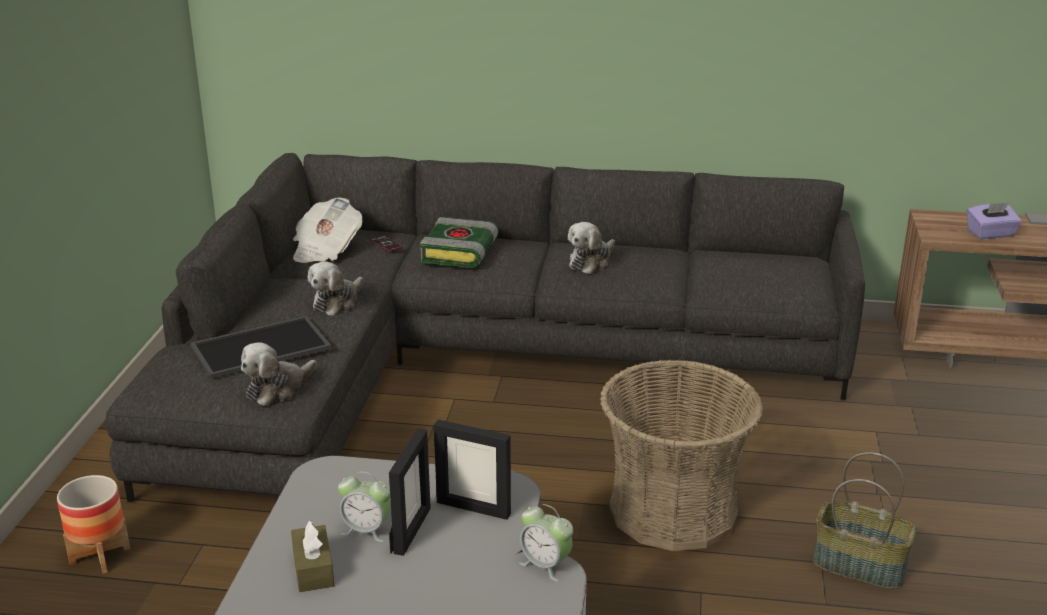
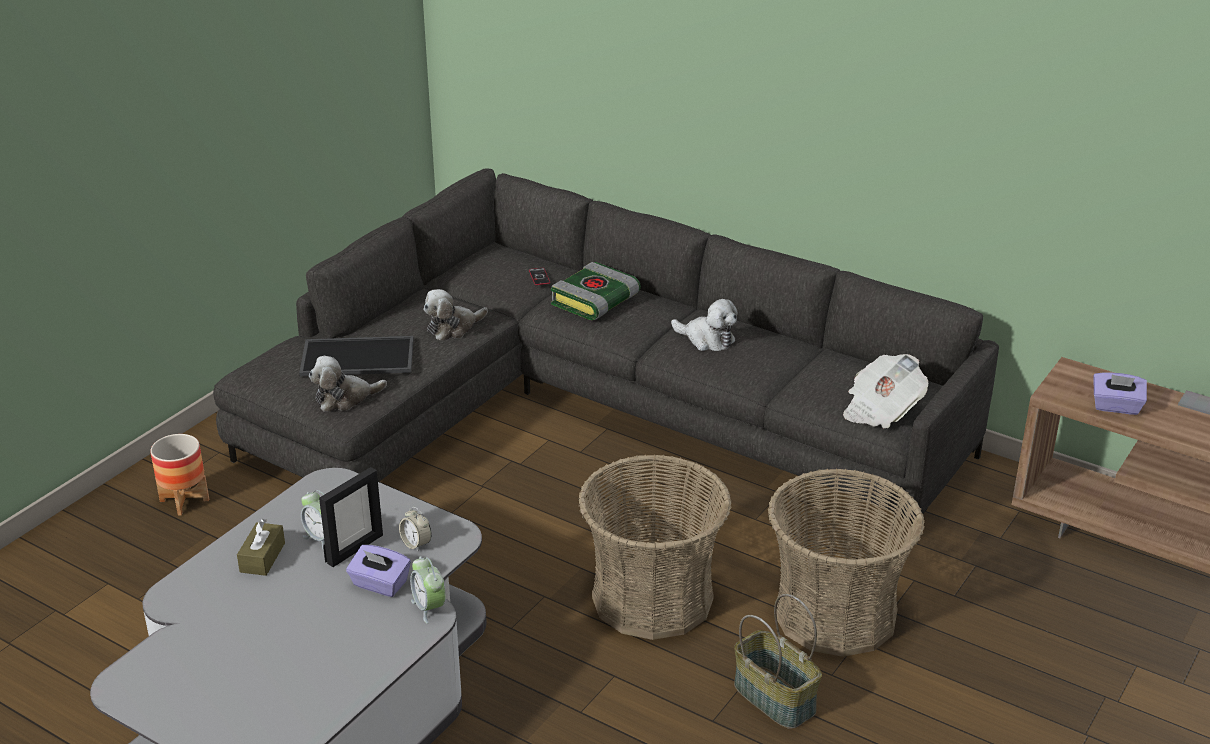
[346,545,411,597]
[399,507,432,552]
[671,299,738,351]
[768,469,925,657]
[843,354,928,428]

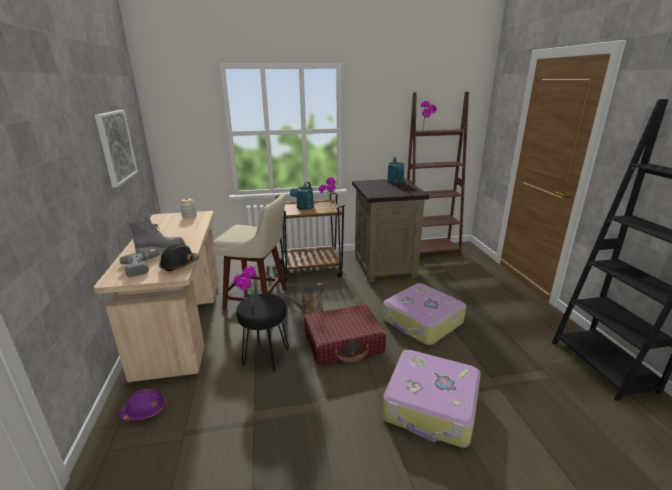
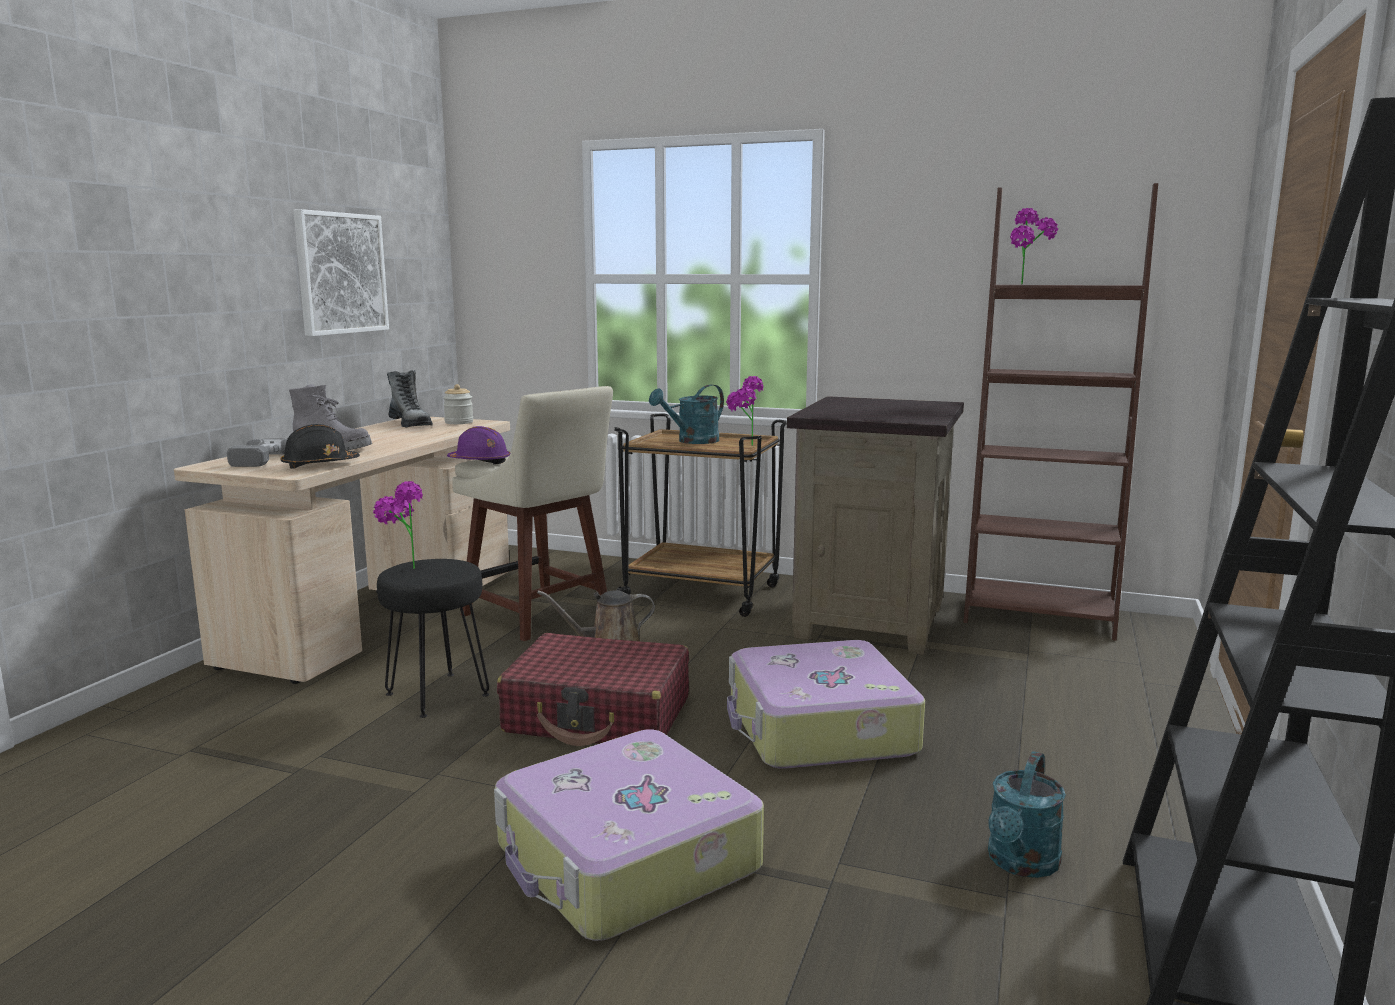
[387,370,433,428]
[447,426,510,465]
[988,751,1066,878]

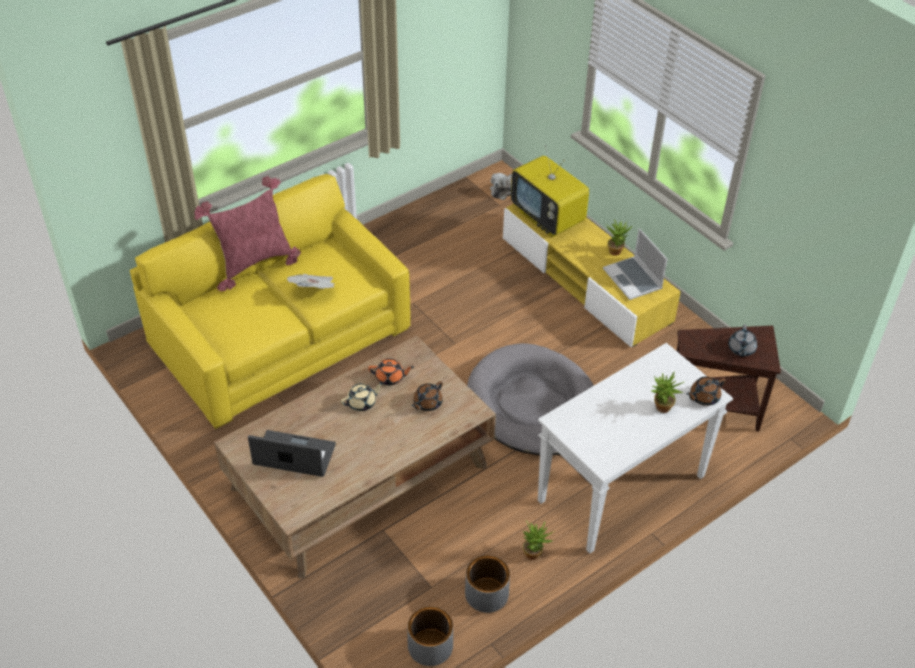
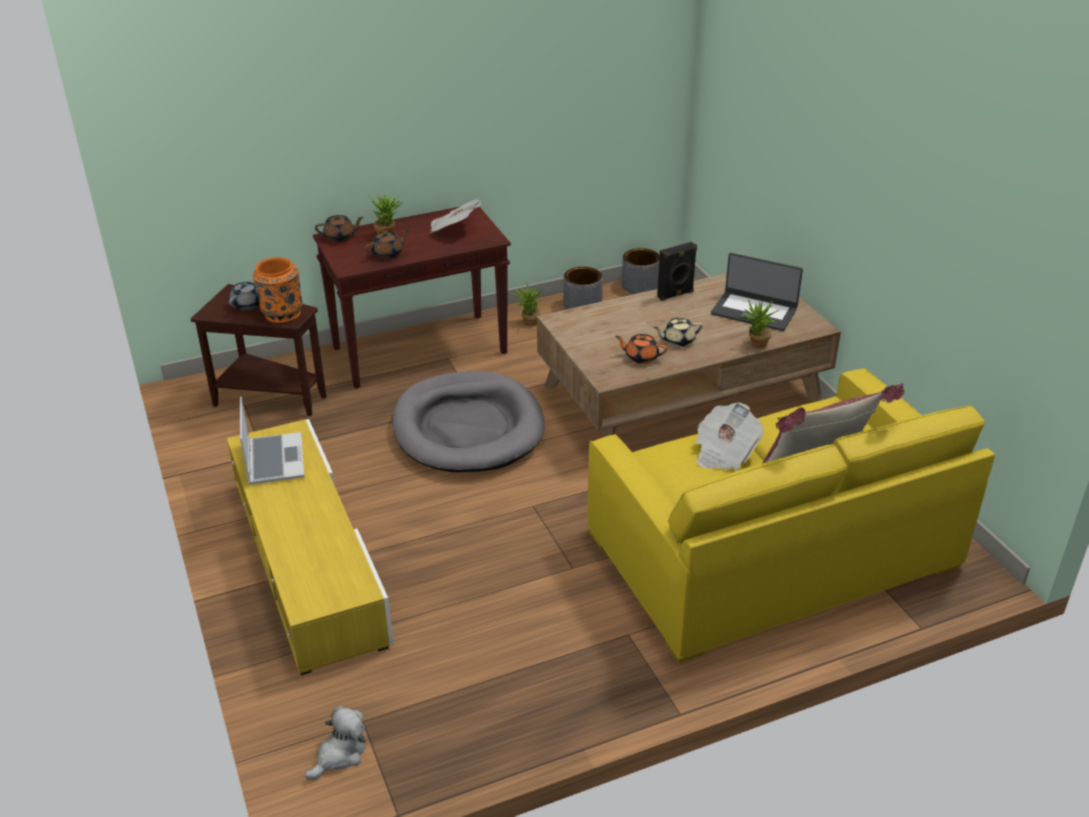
[253,257,303,323]
[313,207,511,389]
[365,229,409,259]
[430,198,481,233]
[657,242,697,301]
[742,300,780,348]
[511,145,589,237] (first image)

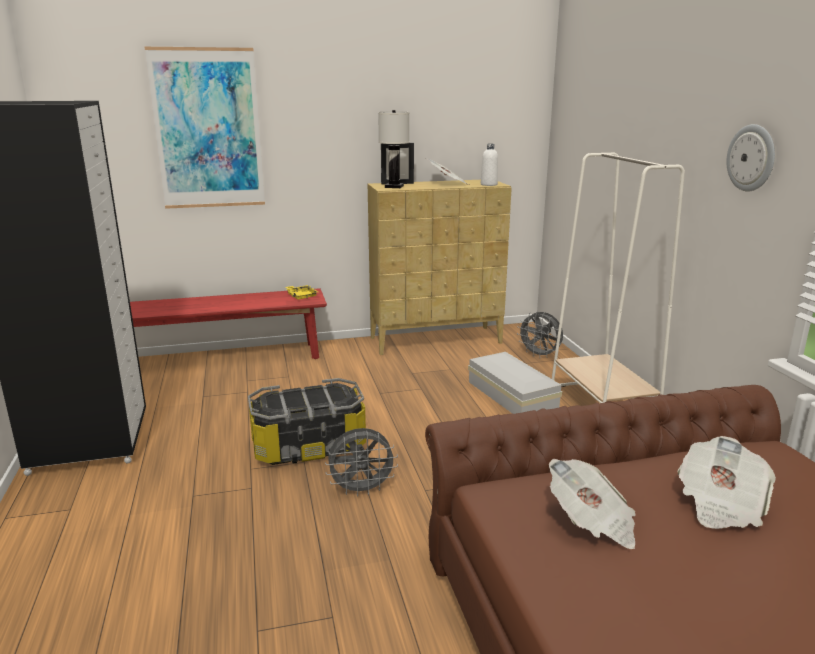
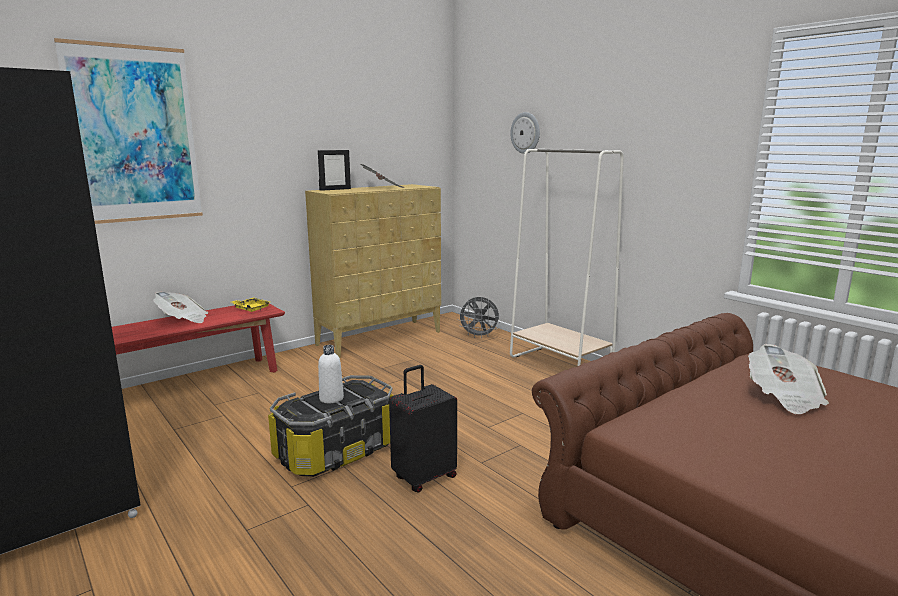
[153,291,208,323]
[318,345,344,403]
[389,365,457,492]
[510,112,540,154]
[378,110,410,188] (first image)
[468,352,562,414] (first image)

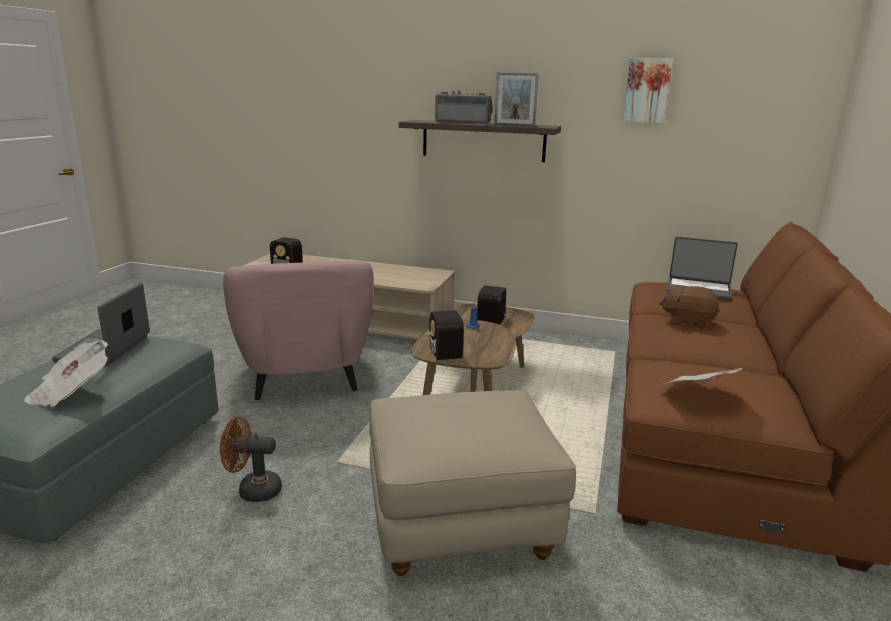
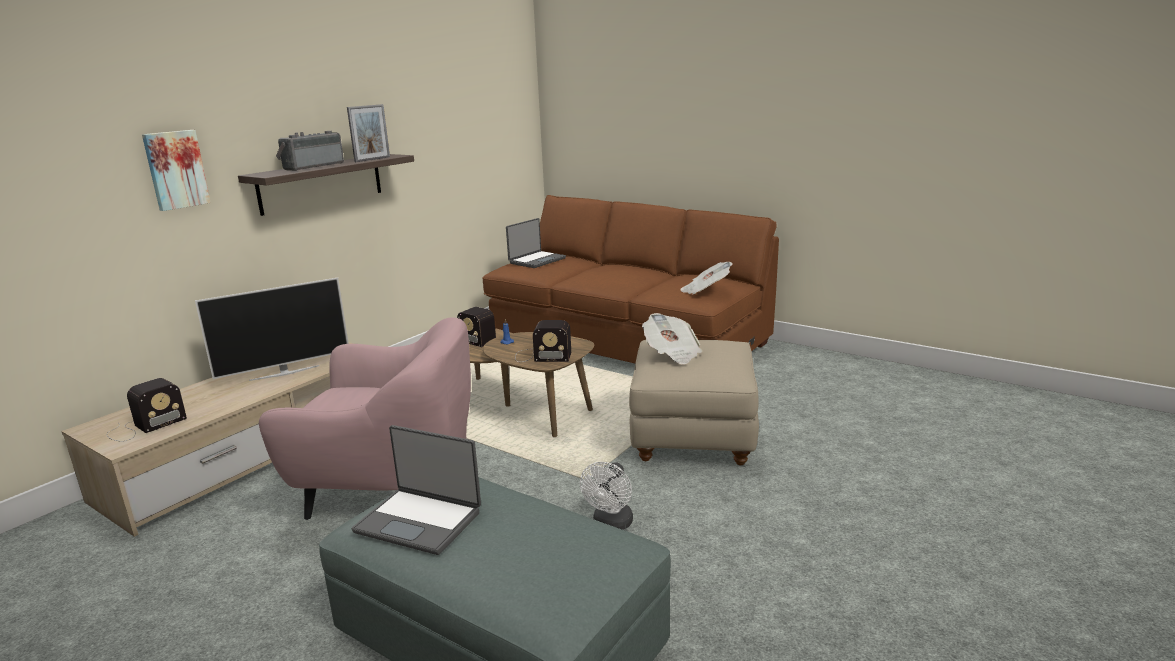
[142,130,211,211]
[195,277,349,381]
[580,462,633,530]
[642,313,702,365]
[659,285,719,329] (first image)

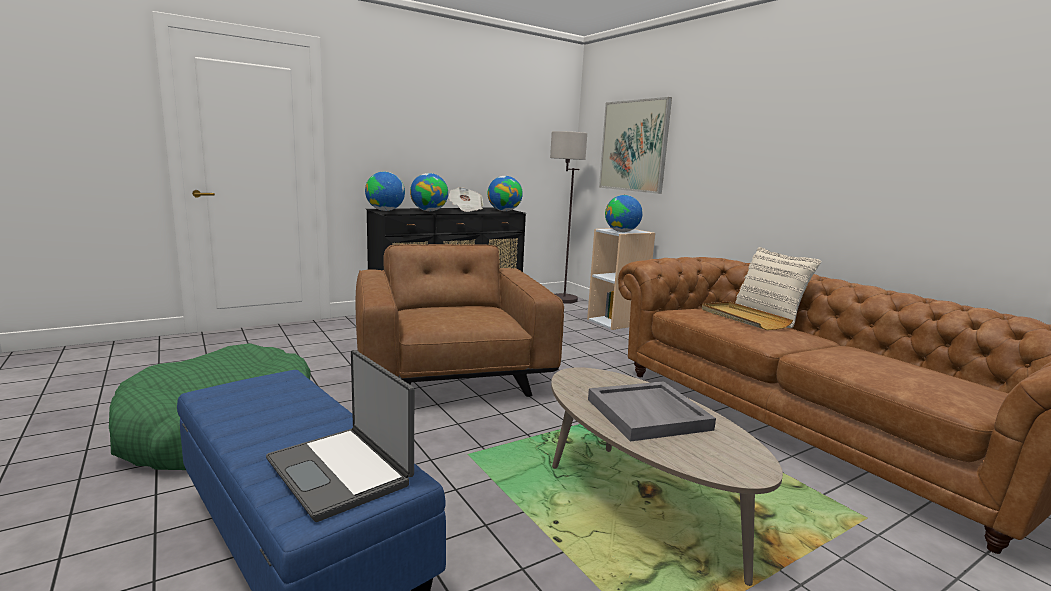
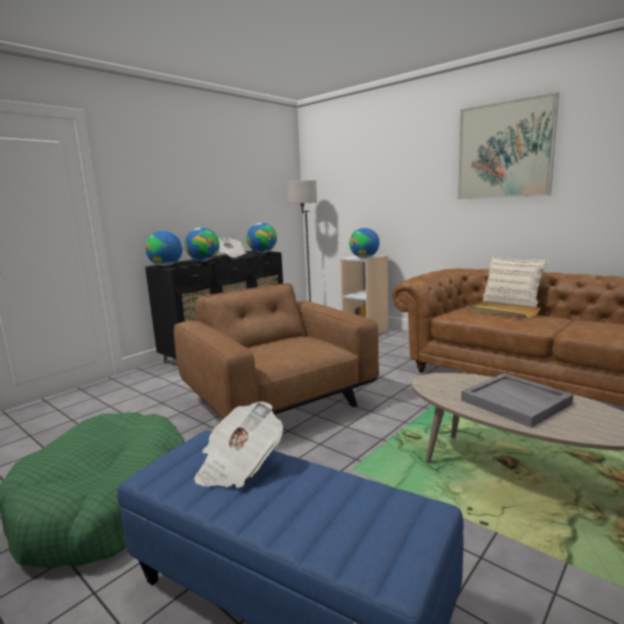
[194,402,283,488]
[457,92,559,199]
[266,350,414,522] (first image)

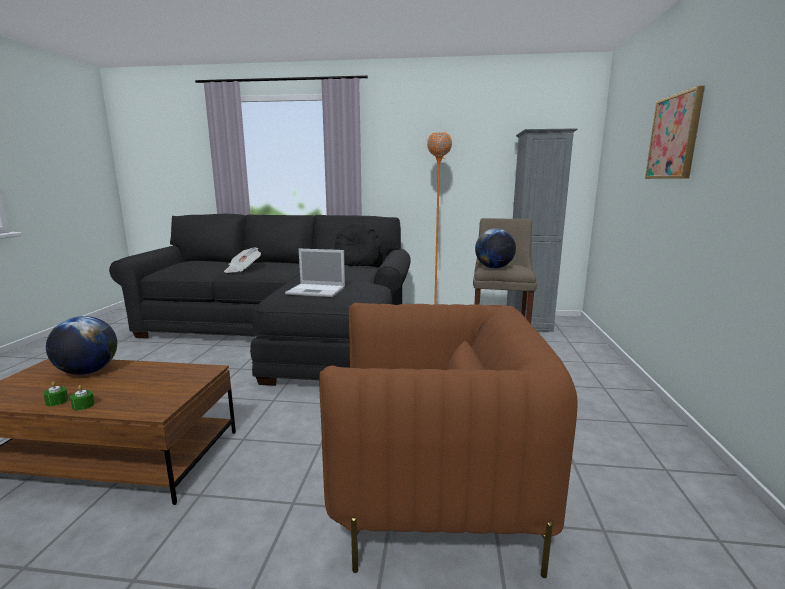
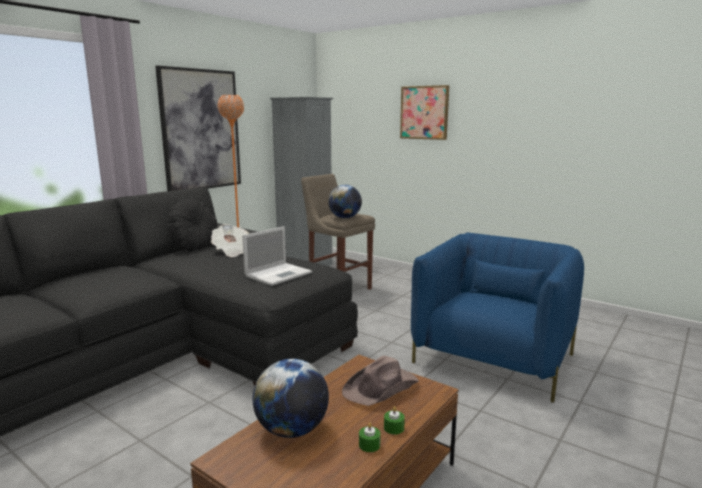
[155,65,241,191]
[211,224,249,257]
[342,356,419,406]
[411,232,584,403]

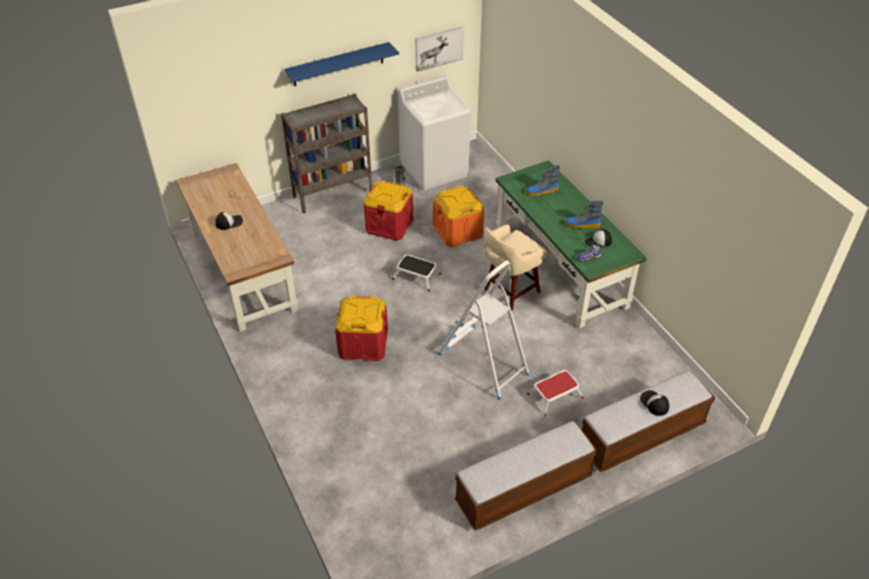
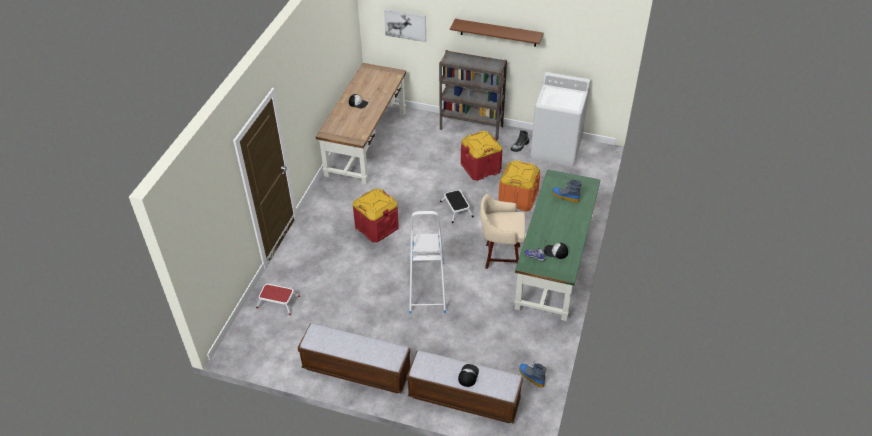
[256,284,300,315]
[384,9,426,42]
[450,19,543,47]
[519,363,547,388]

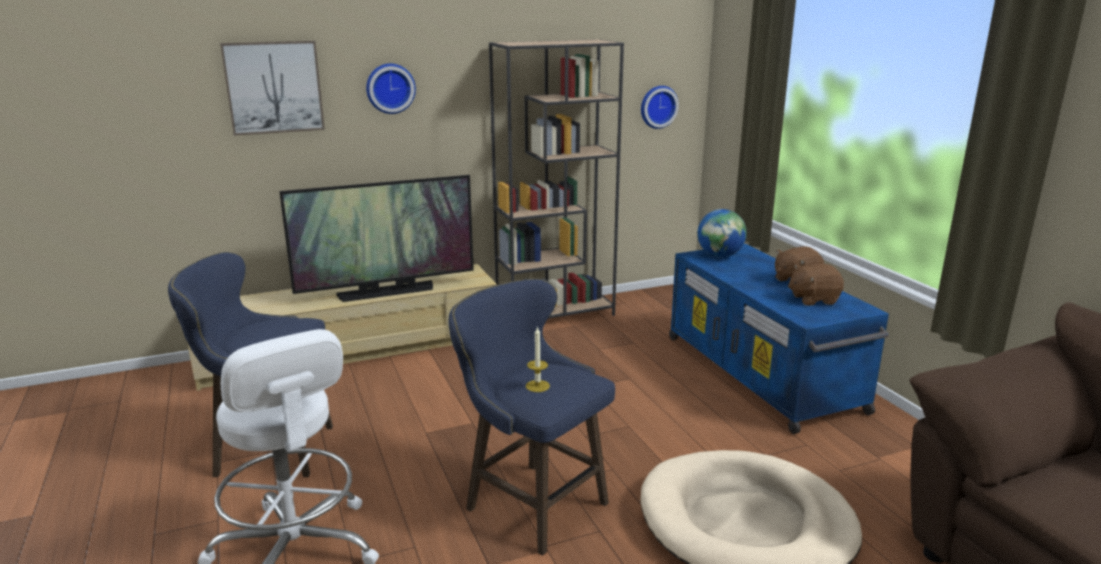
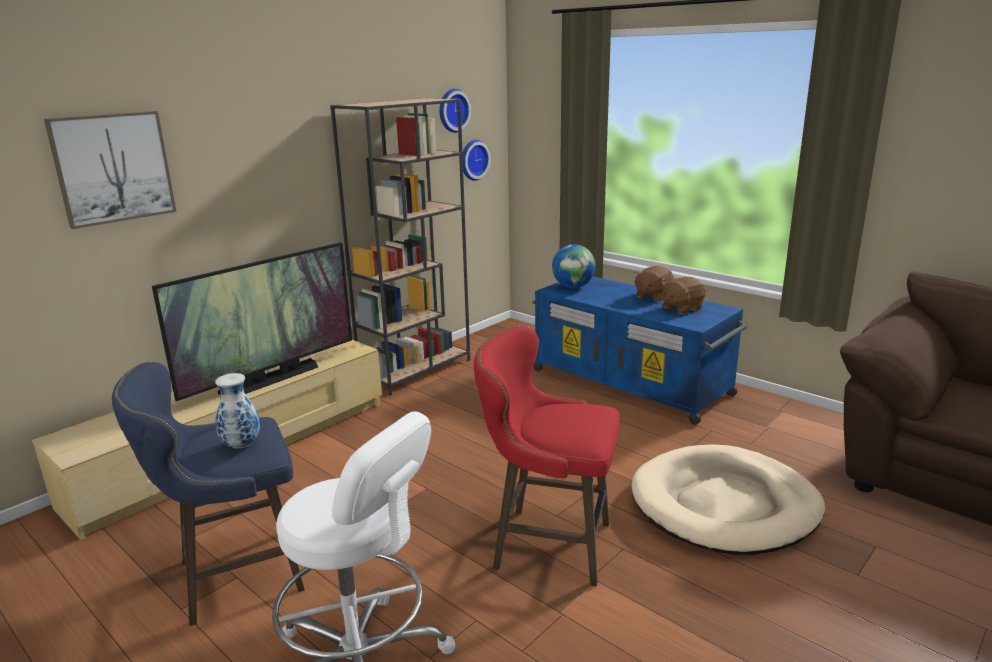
[215,373,260,449]
[440,89,471,133]
[474,326,620,586]
[526,326,550,392] (first image)

